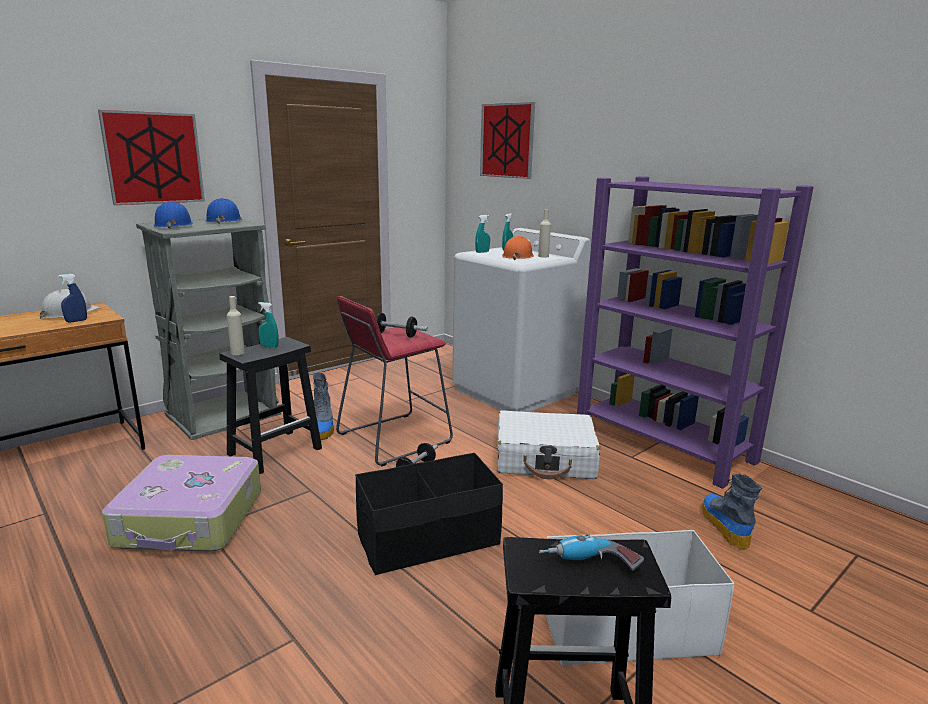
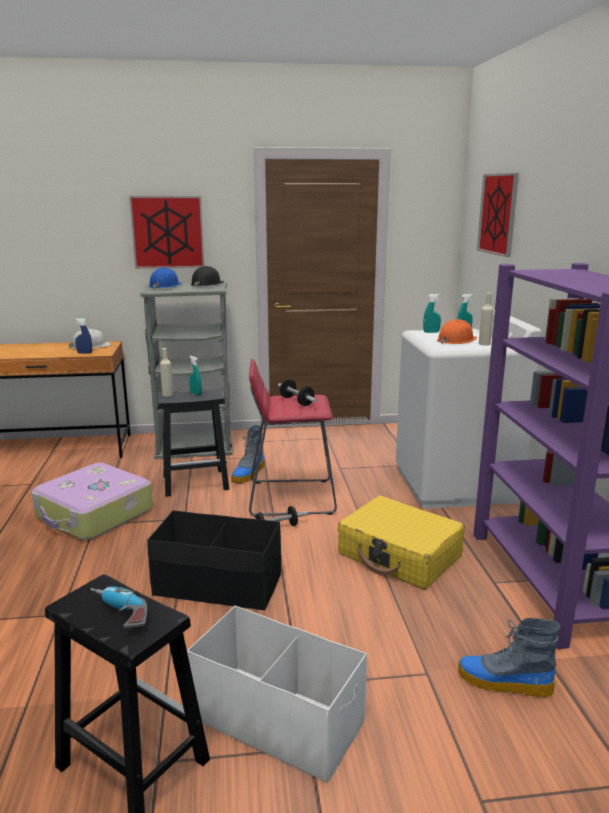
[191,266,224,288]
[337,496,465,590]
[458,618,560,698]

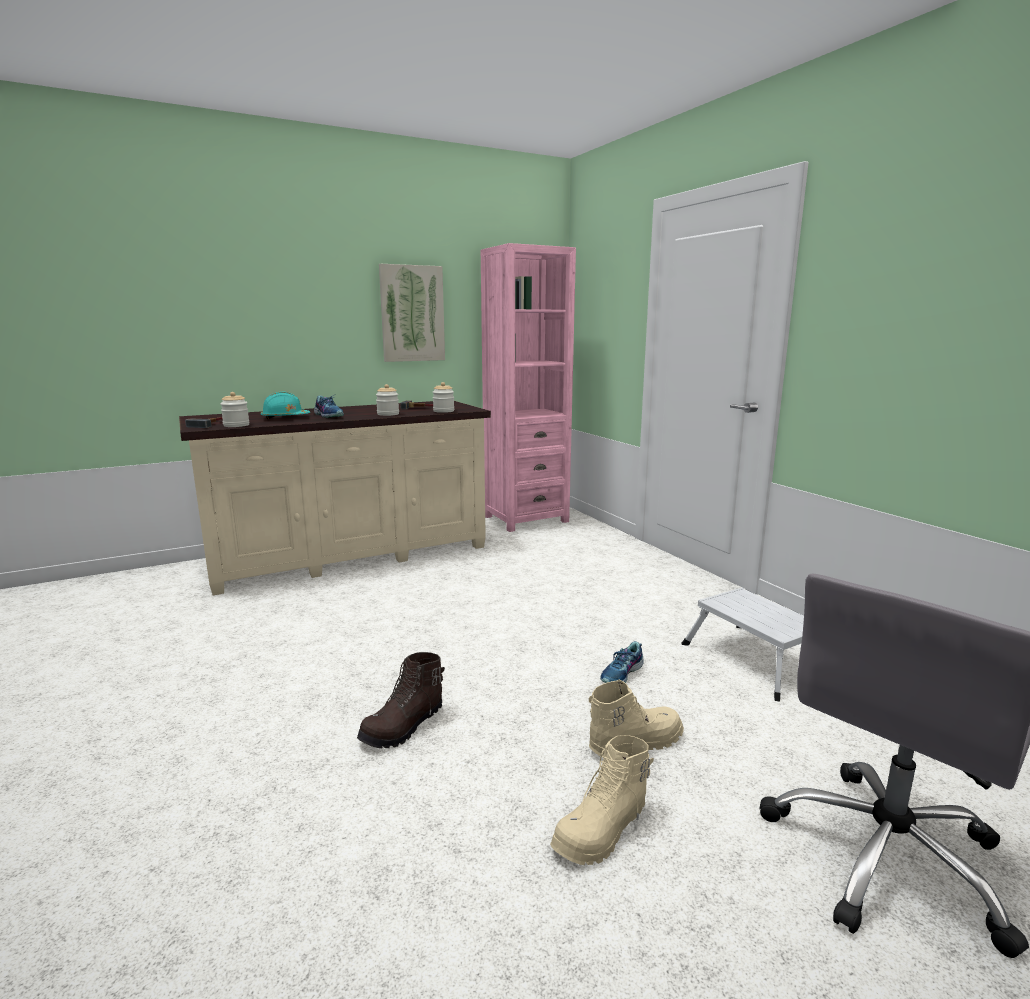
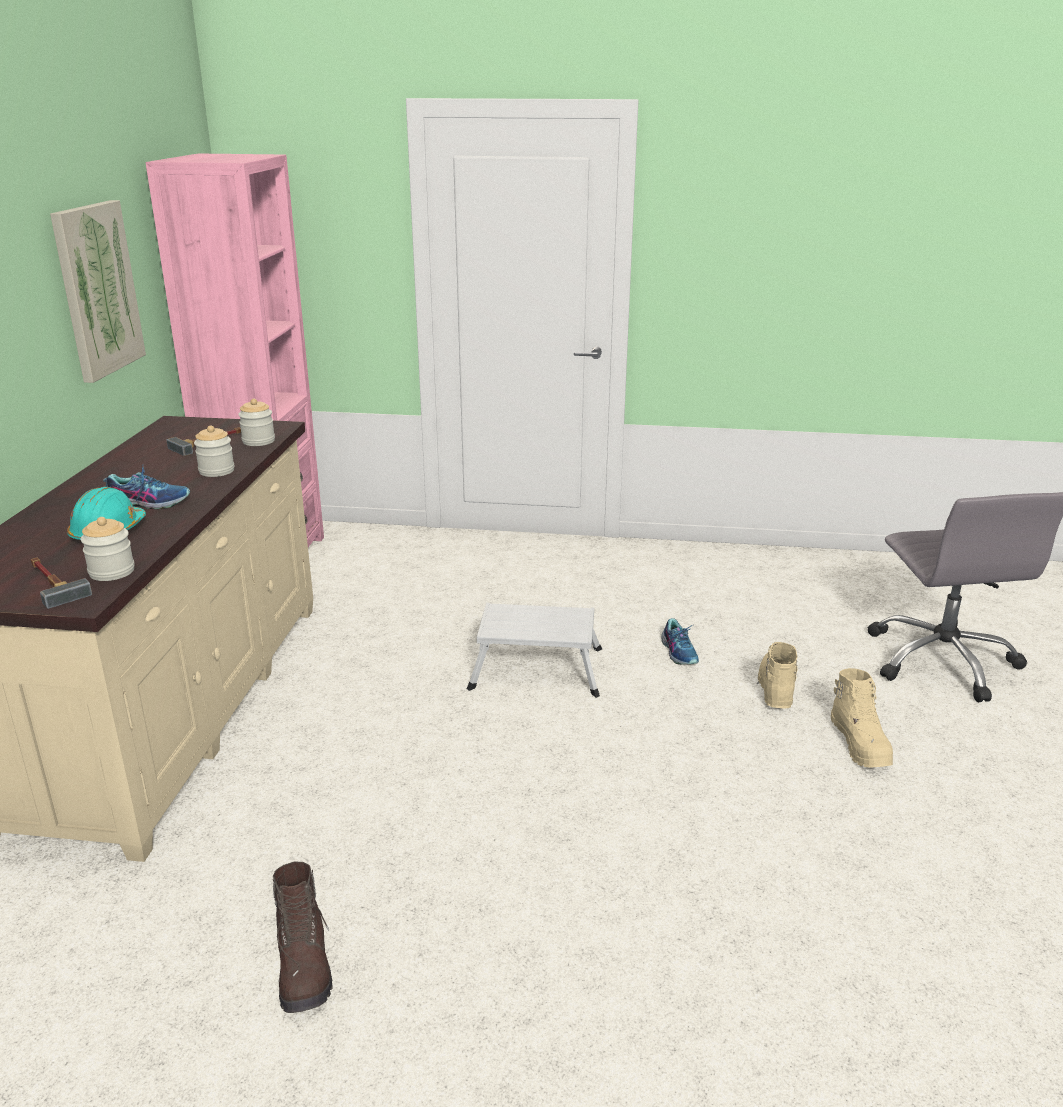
[273,861,333,1013]
[467,603,602,698]

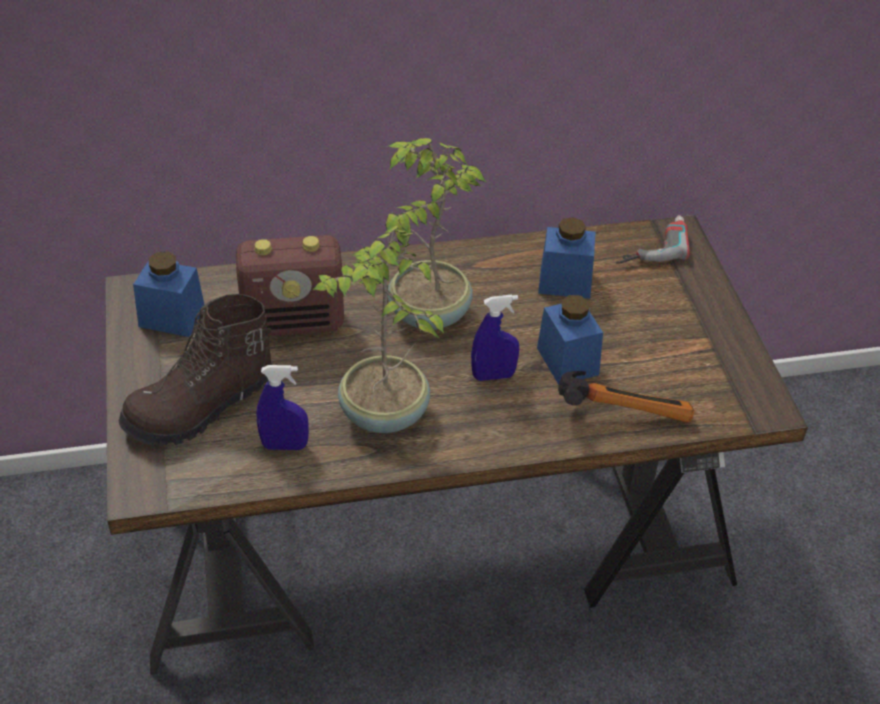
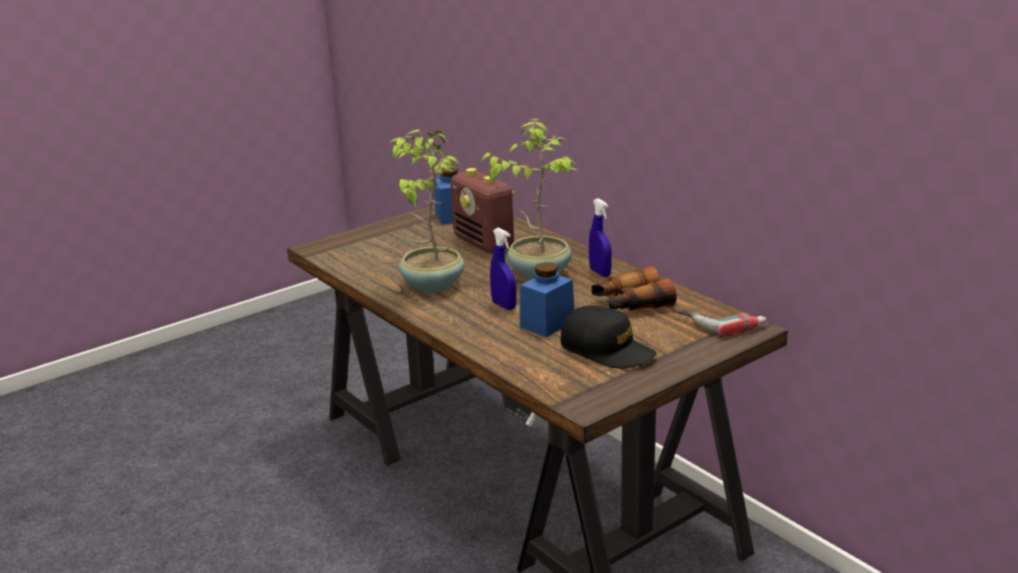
[560,305,657,369]
[589,198,612,277]
[591,266,677,311]
[118,294,272,446] (first image)
[558,371,694,423] (first image)

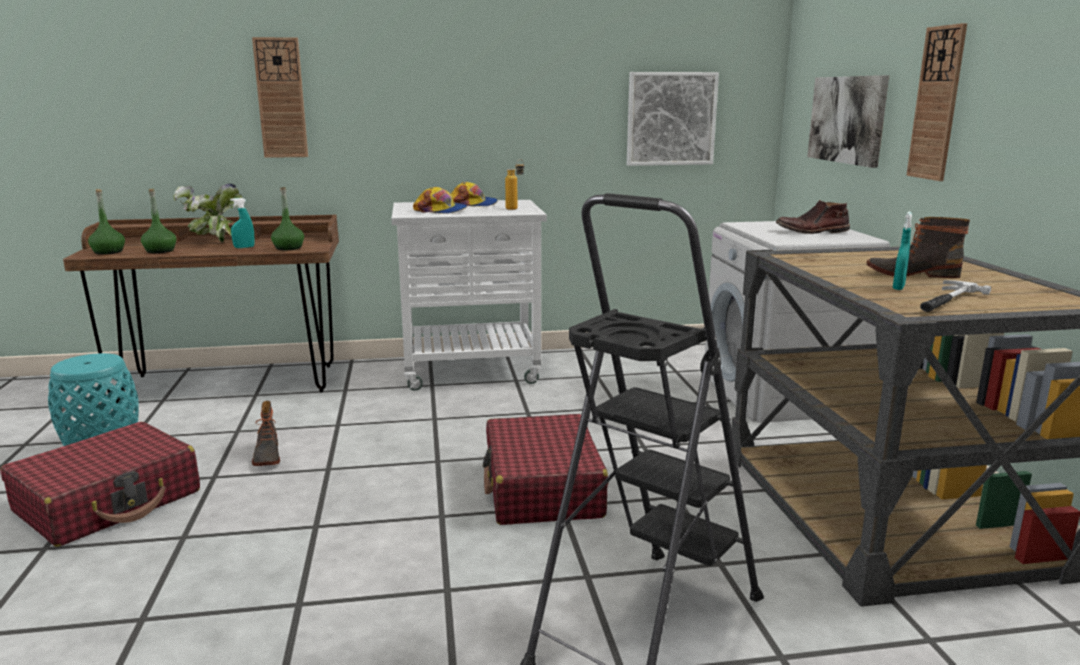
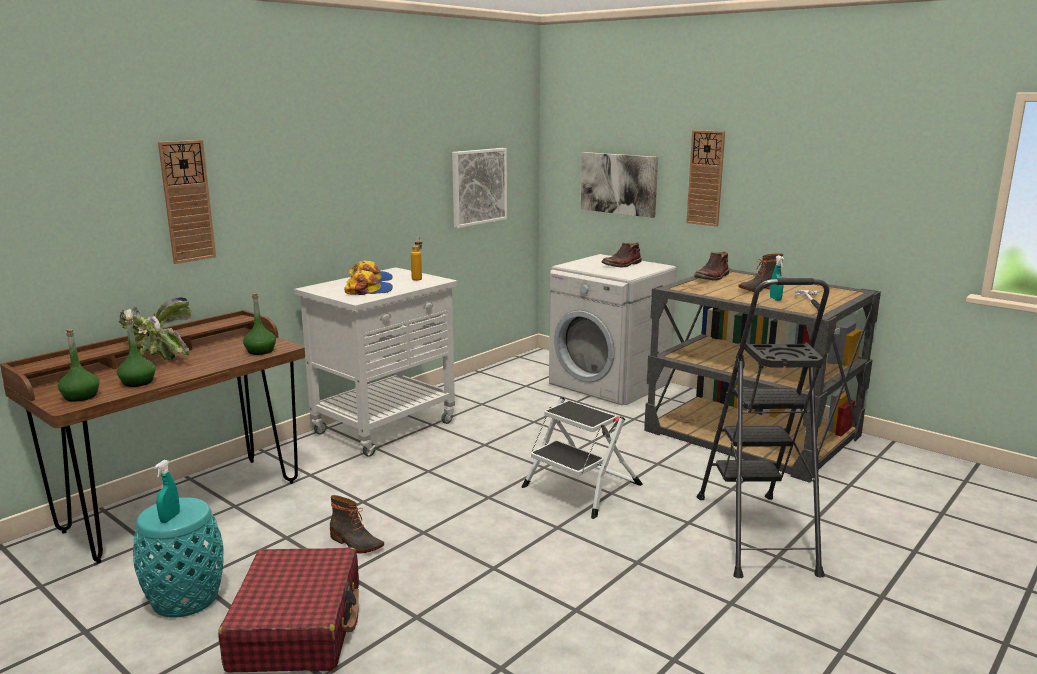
[154,460,180,523]
[521,397,643,519]
[694,251,729,280]

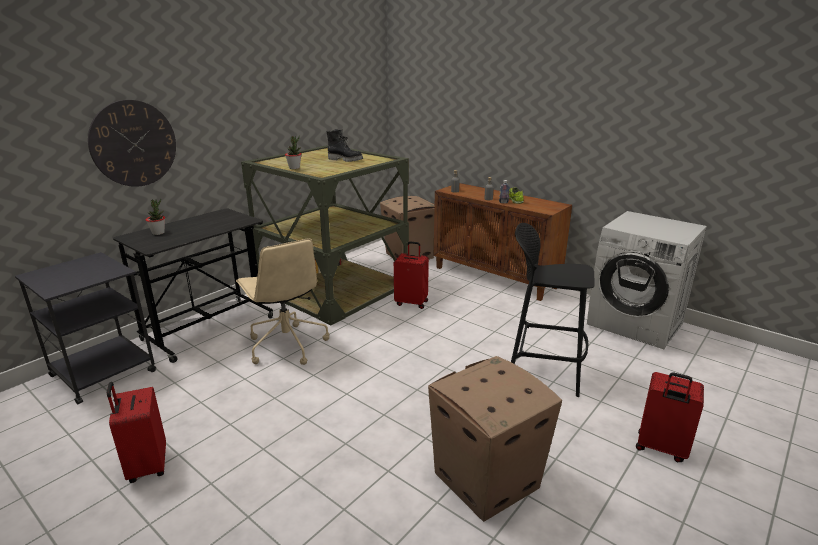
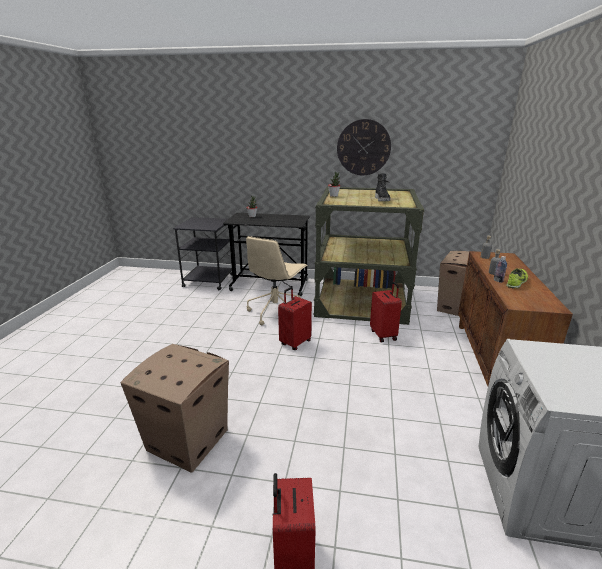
[278,287,312,350]
[337,119,391,175]
[511,223,594,397] (first image)

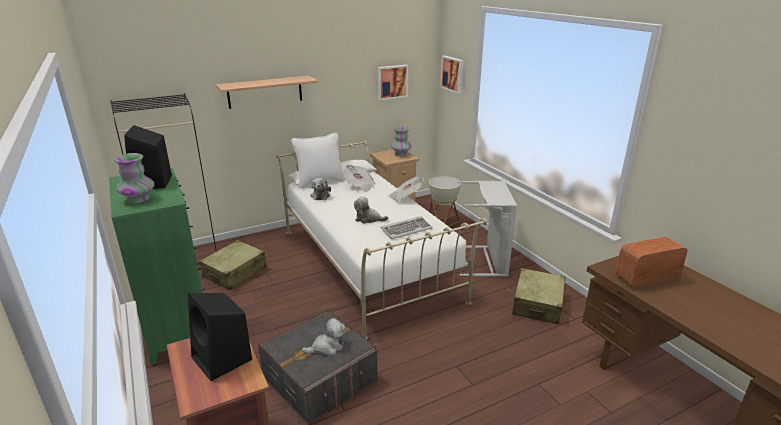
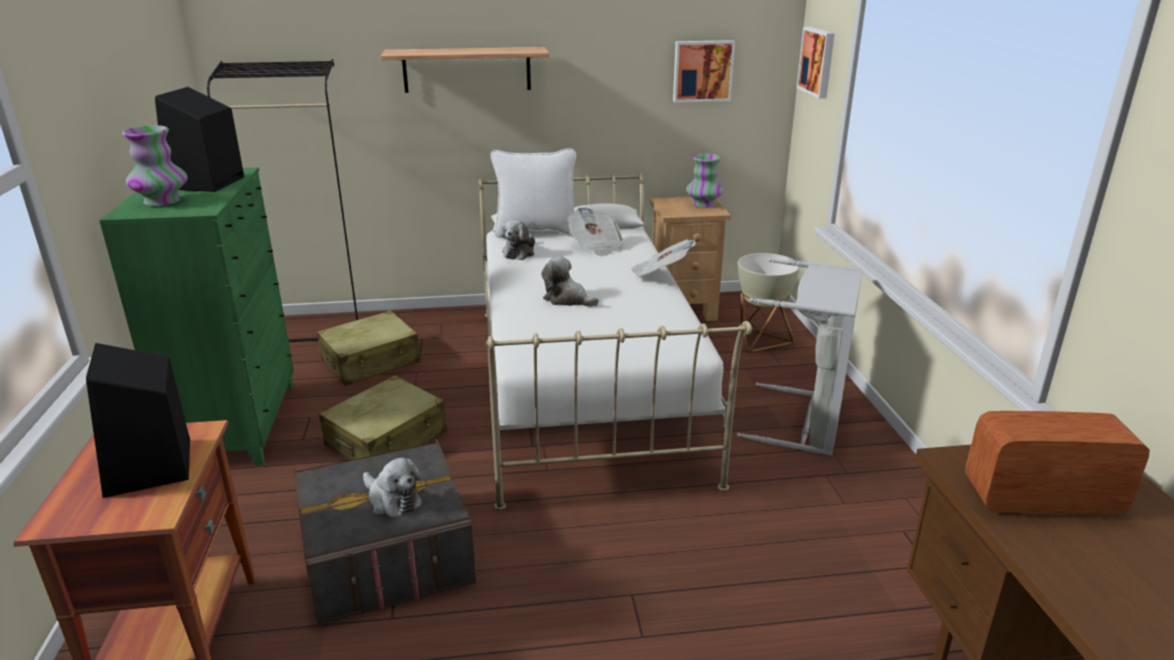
[319,375,447,460]
[363,458,422,517]
[380,216,433,239] (first image)

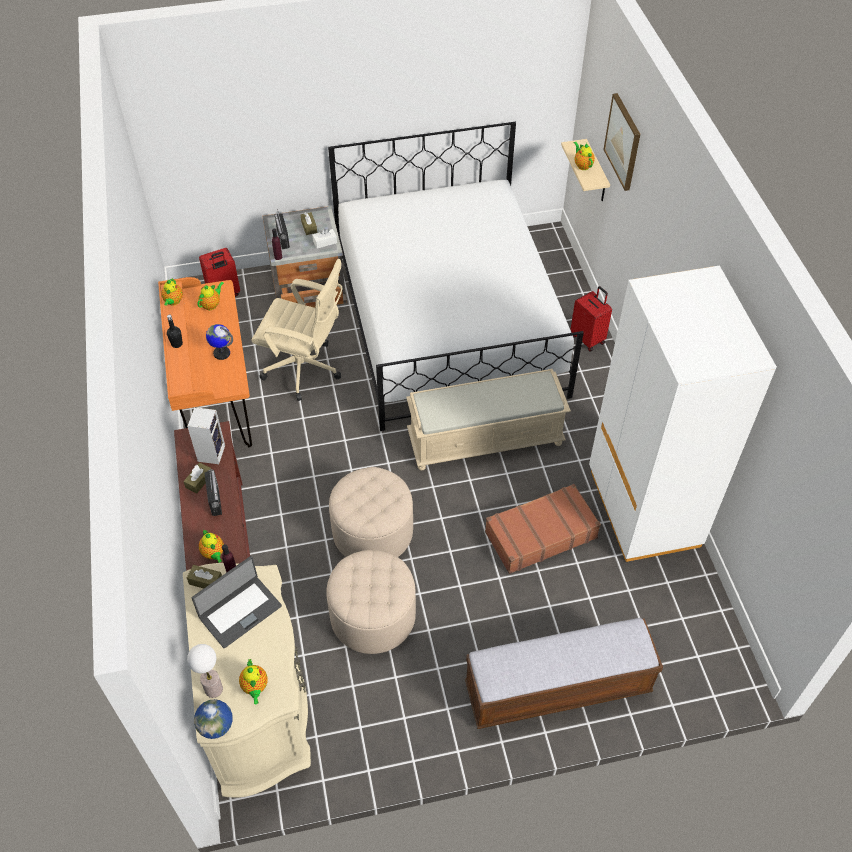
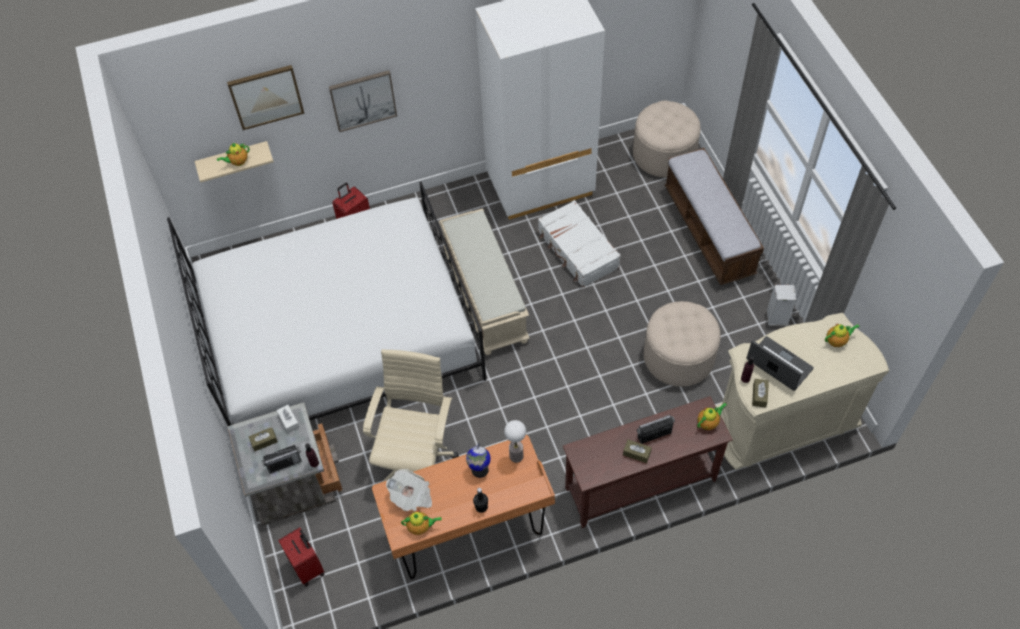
[329,70,397,132]
[386,469,432,511]
[504,420,526,463]
[538,200,621,288]
[633,101,700,177]
[767,285,796,326]
[194,699,233,739] (first image)

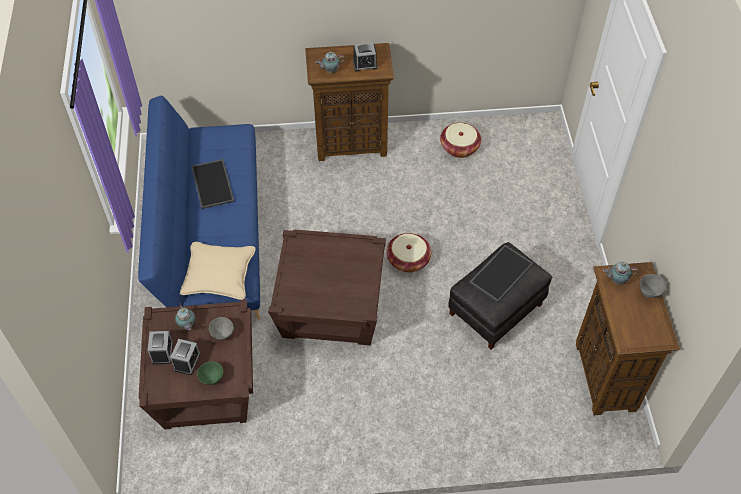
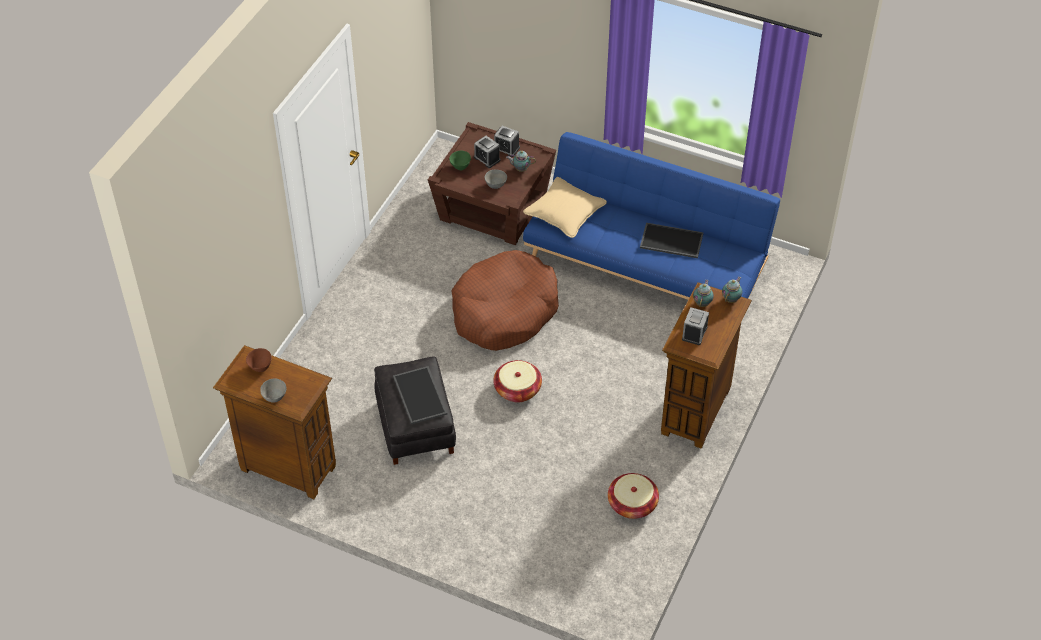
[246,348,272,372]
[452,250,559,351]
[722,277,742,303]

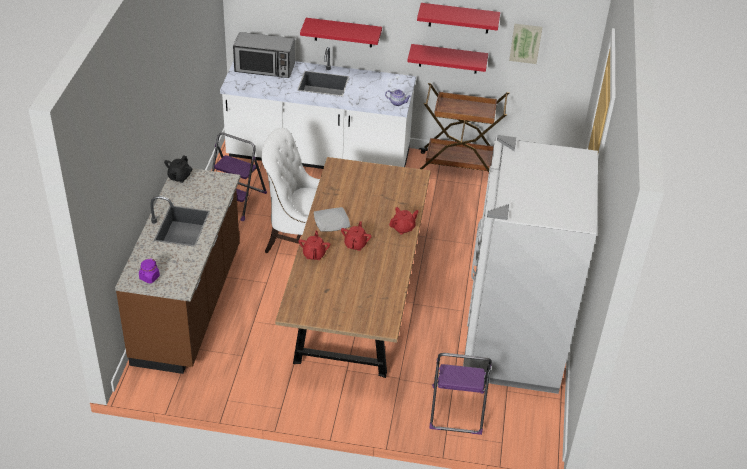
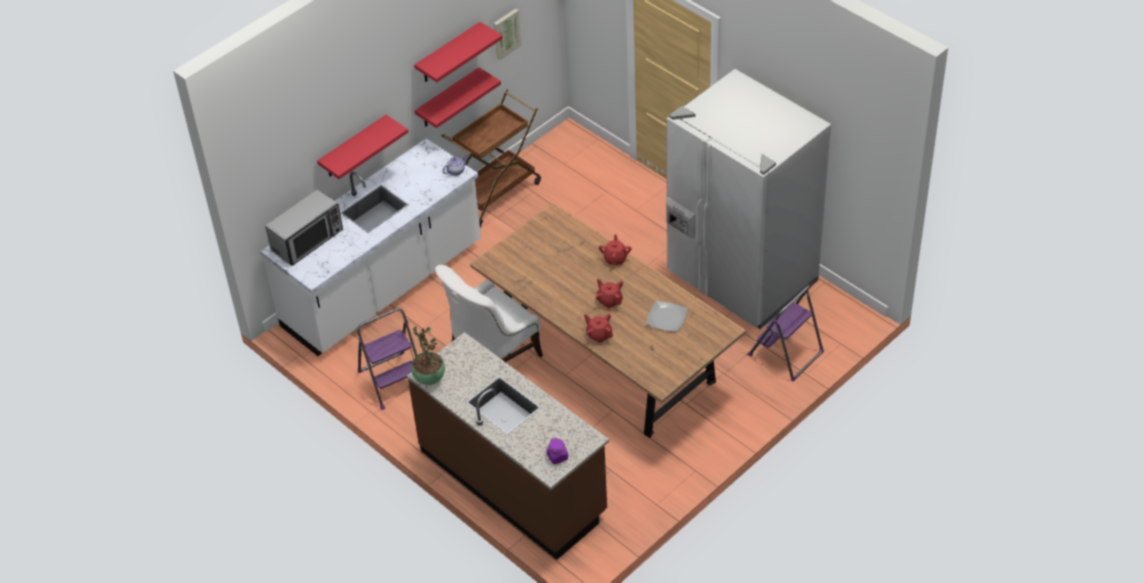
[411,326,445,385]
[646,301,688,332]

